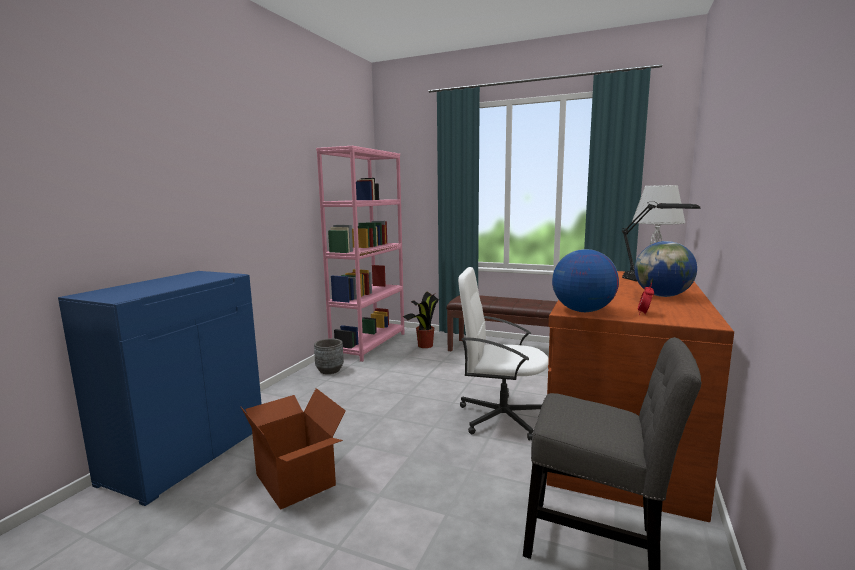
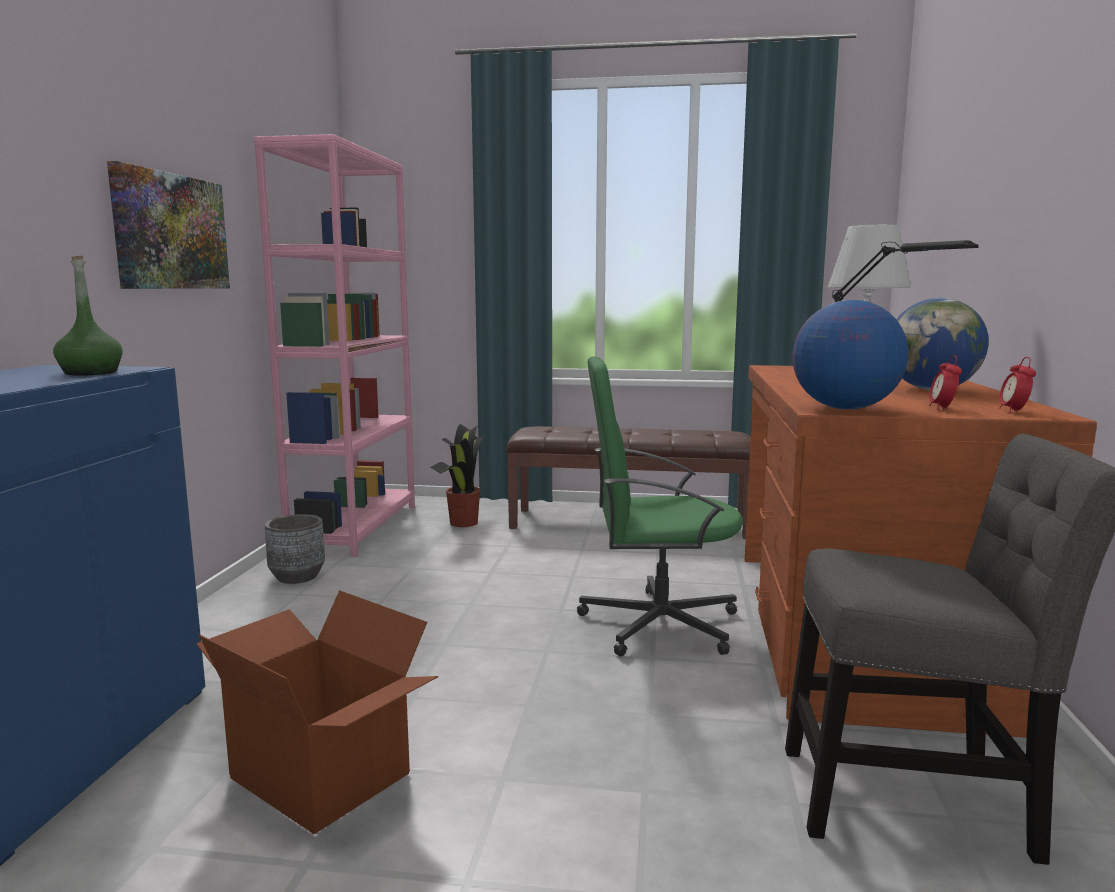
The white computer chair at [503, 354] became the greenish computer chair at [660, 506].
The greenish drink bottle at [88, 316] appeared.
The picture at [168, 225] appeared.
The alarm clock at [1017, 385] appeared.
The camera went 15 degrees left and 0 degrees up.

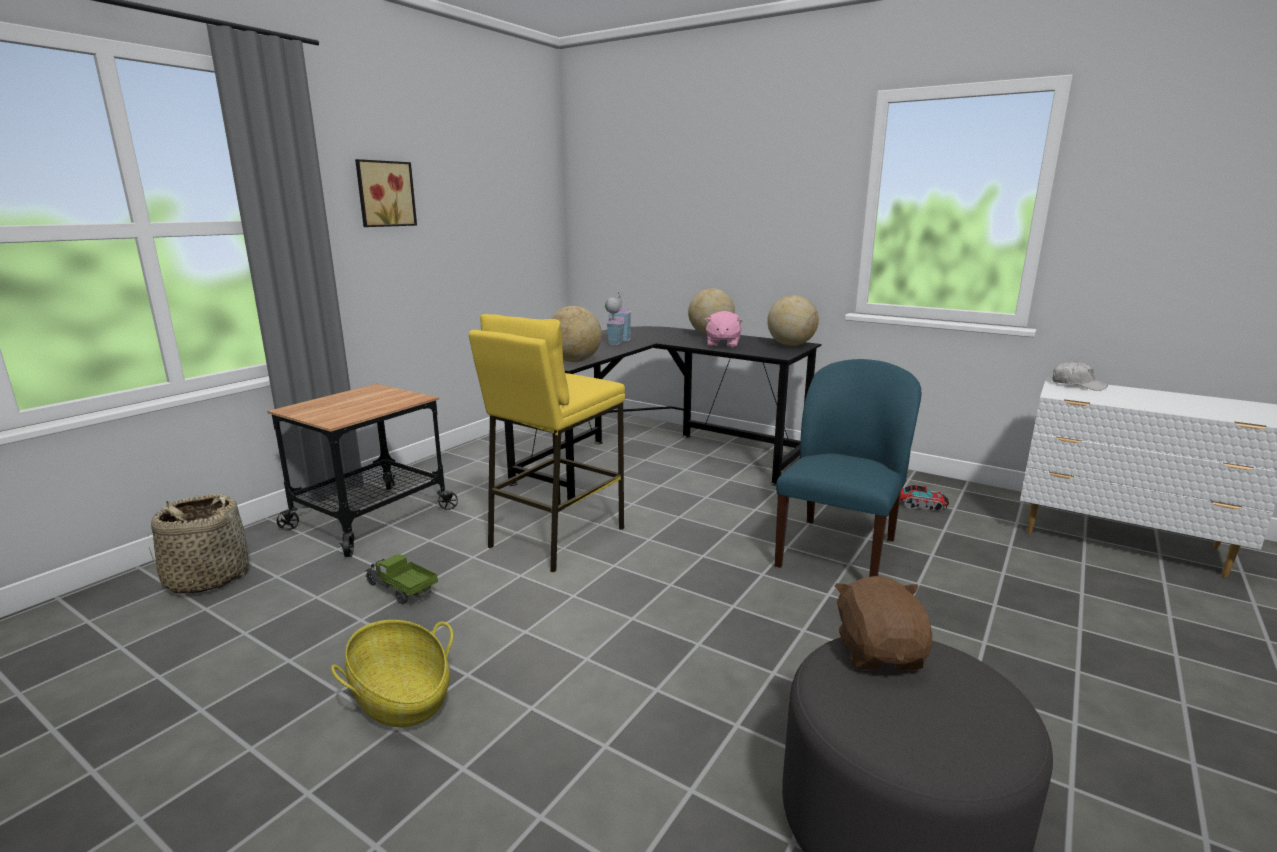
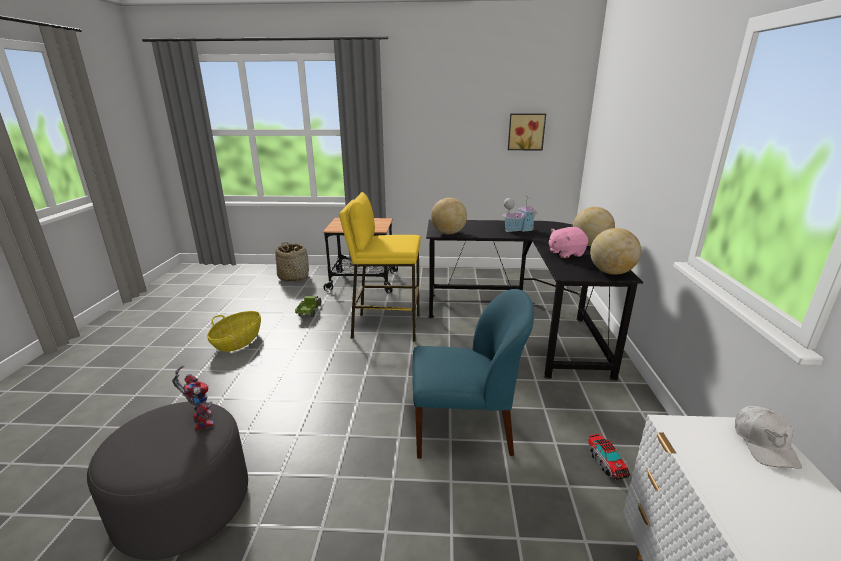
The picture moved from [386, 193] to [527, 132].
The brown cuddly toy at [883, 623] was replaced by the toy robot at [193, 398].
The camera went 60 degrees right and 5 degrees up.

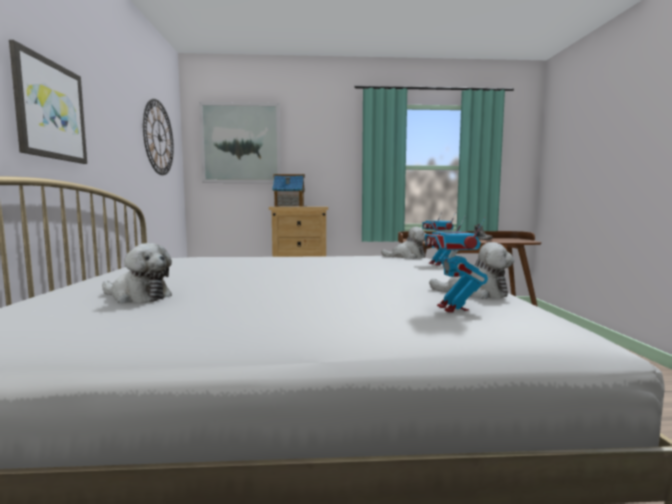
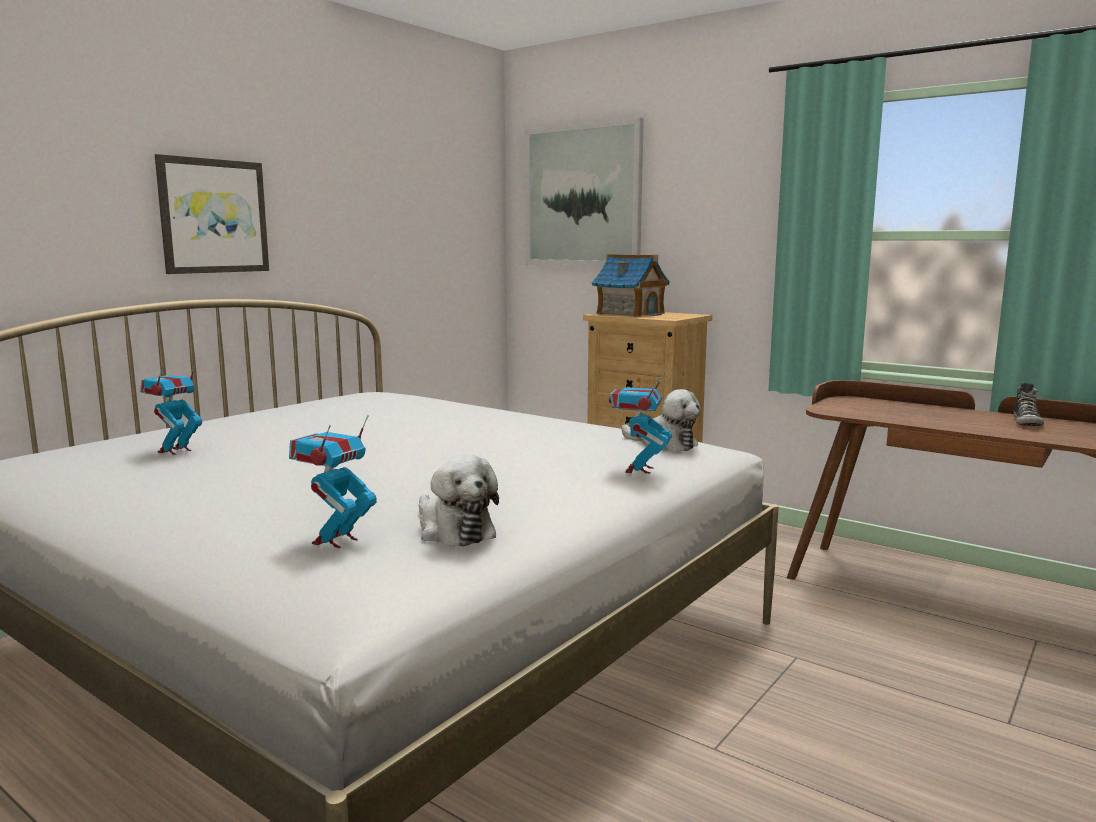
The cuddly toy at [137, 273] was replaced by the toy robot at [171, 408].
The hanging clock at [158, 137] disappeared.
The camera went 40 degrees right and 5 degrees up.

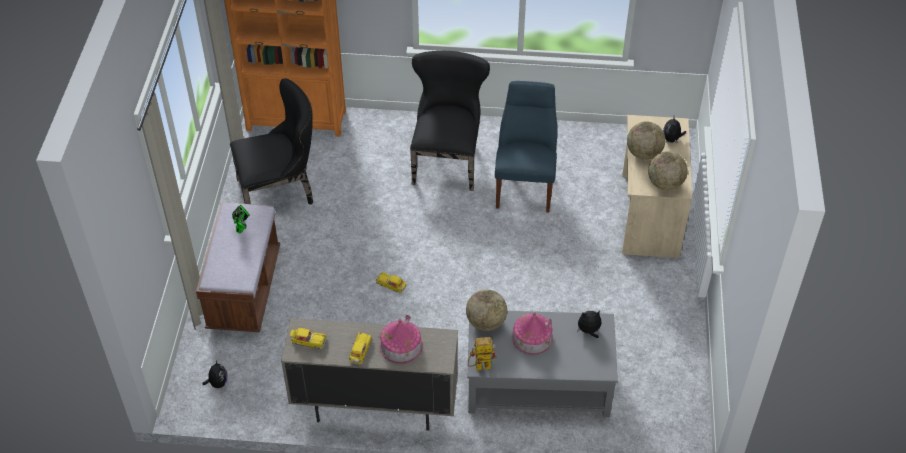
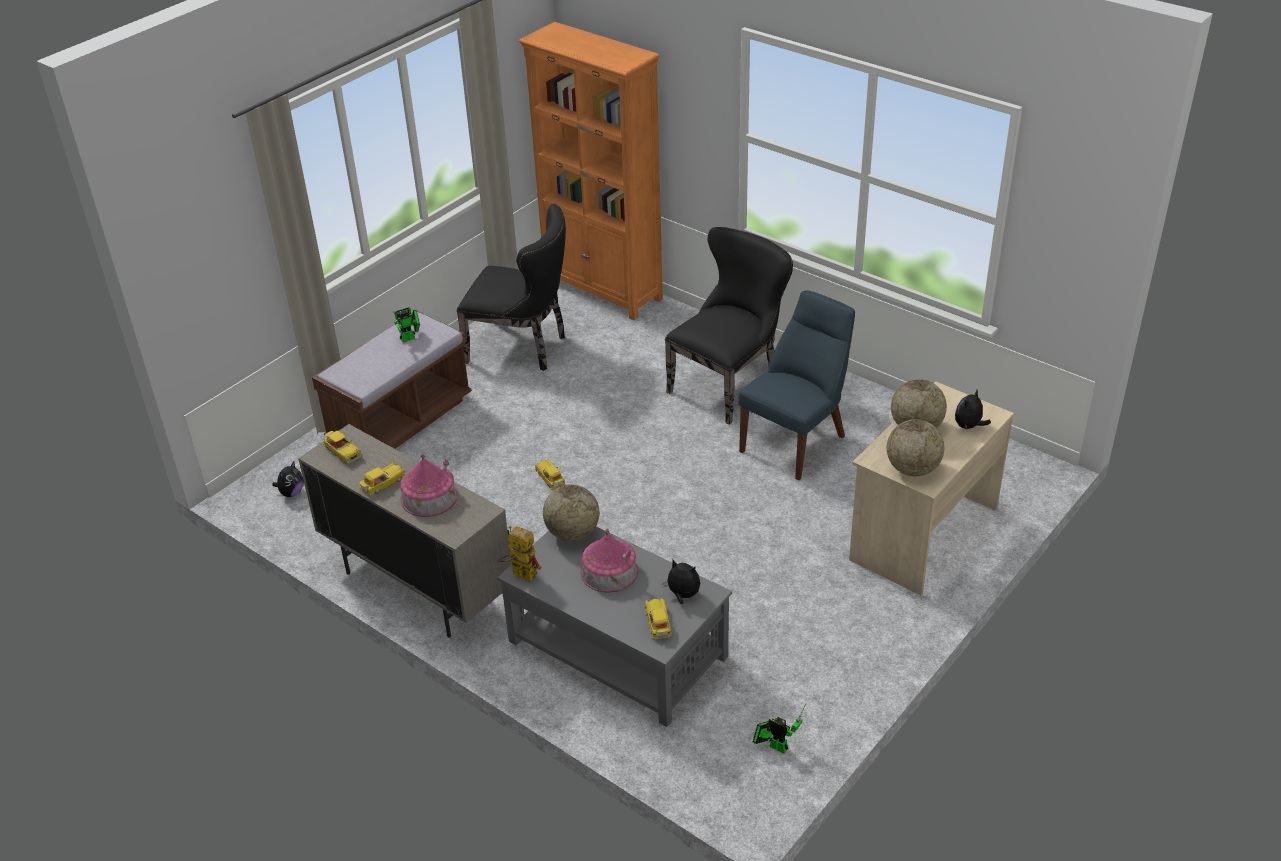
The miniature car at [658, 618] appeared.
The toy robot at [779, 729] appeared.
The camera went 35 degrees right and 10 degrees down.

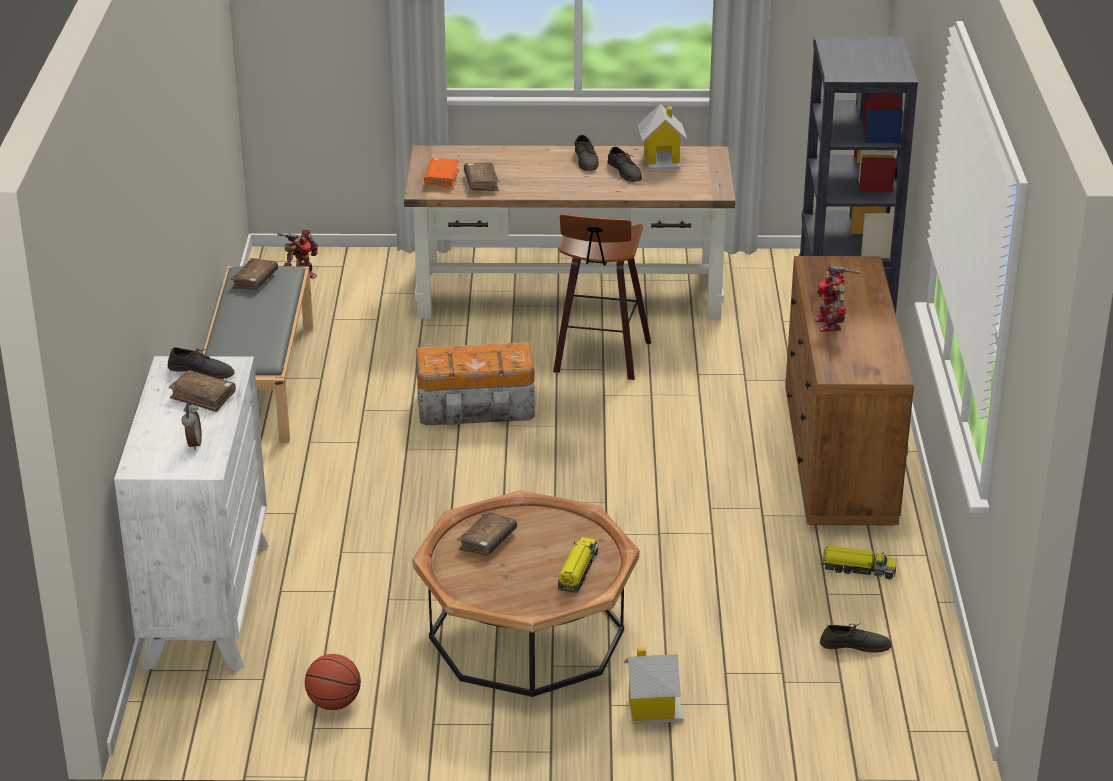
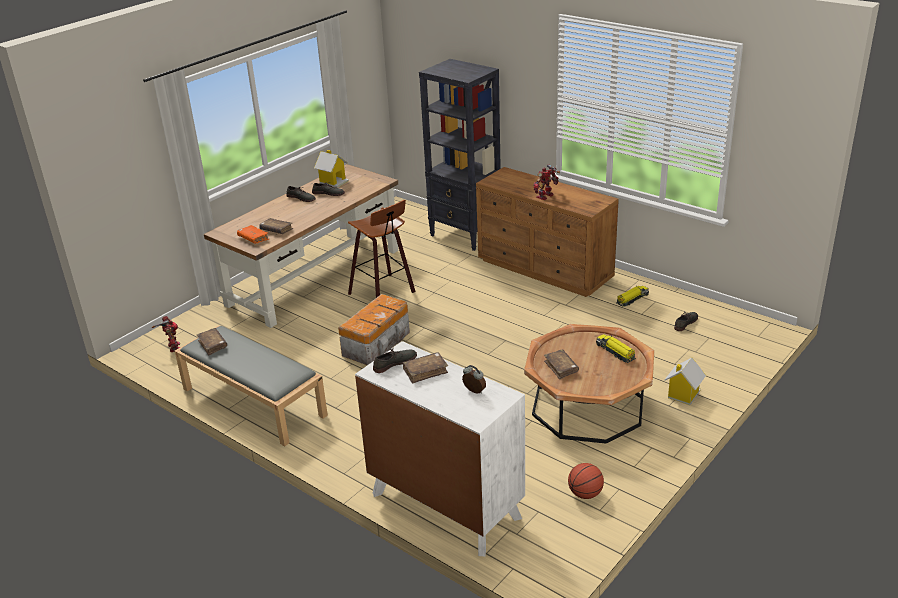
The toy robot at [837, 299] turned 105 degrees clockwise.
The camera went 50 degrees left and 0 degrees up.

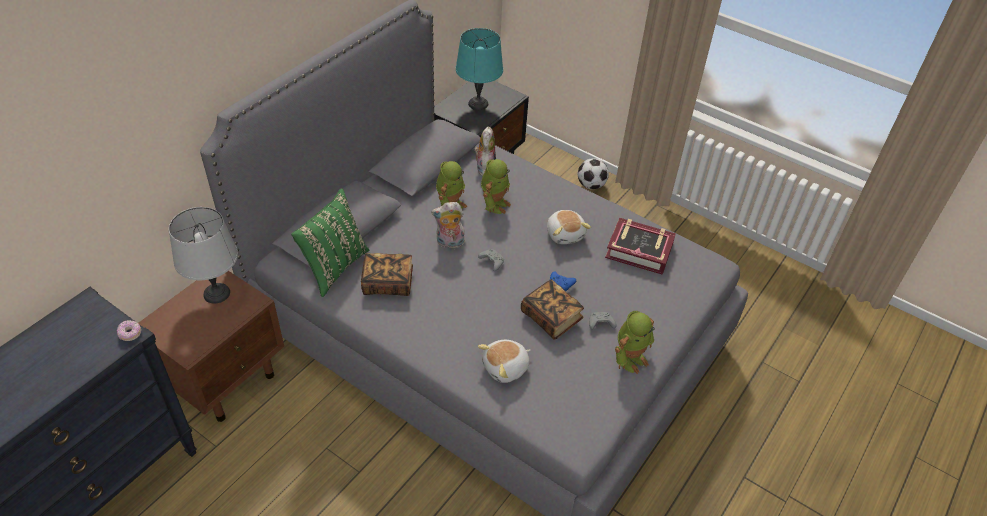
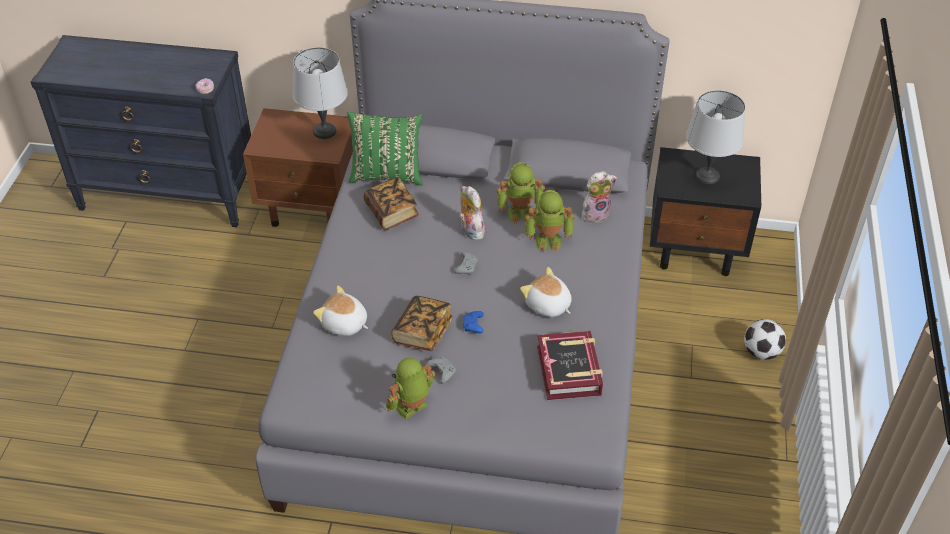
The blue-green tabletop lamp at [479, 69] became the gray tabletop lamp at [715, 137].
The cuddly toy at [569, 227] turned 90 degrees clockwise.
The toy robot at [635, 342] turned 120 degrees clockwise.
The camera went 65 degrees right and 0 degrees up.

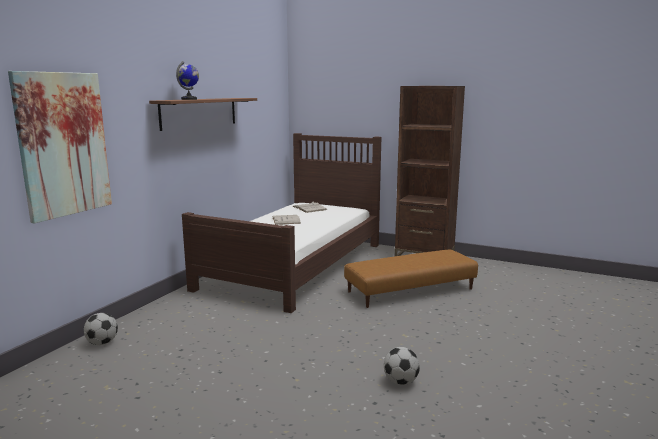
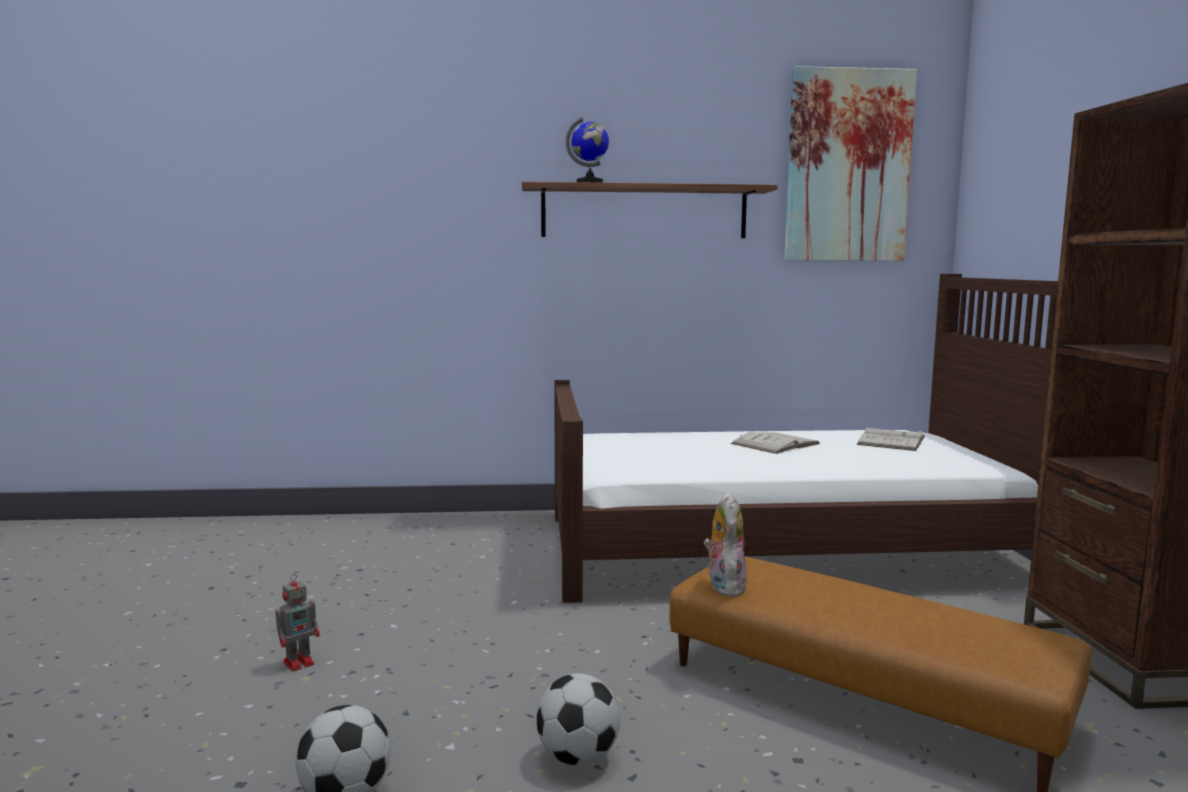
The picture moved from [60, 147] to [850, 163].
The ball for football moved from [101, 329] to [578, 719].
The toy robot at [298, 622] appeared.
The cuddly toy at [725, 544] appeared.
The camera went 60 degrees right and 5 degrees down.

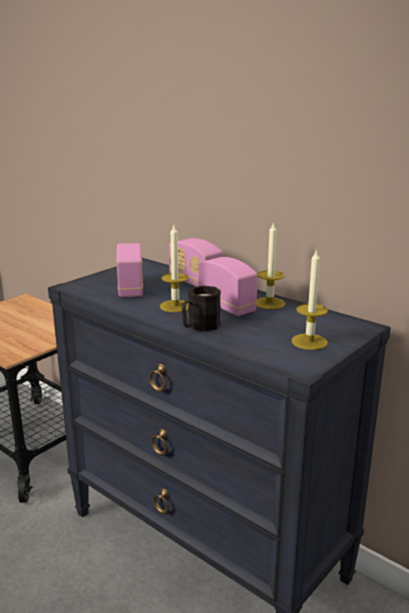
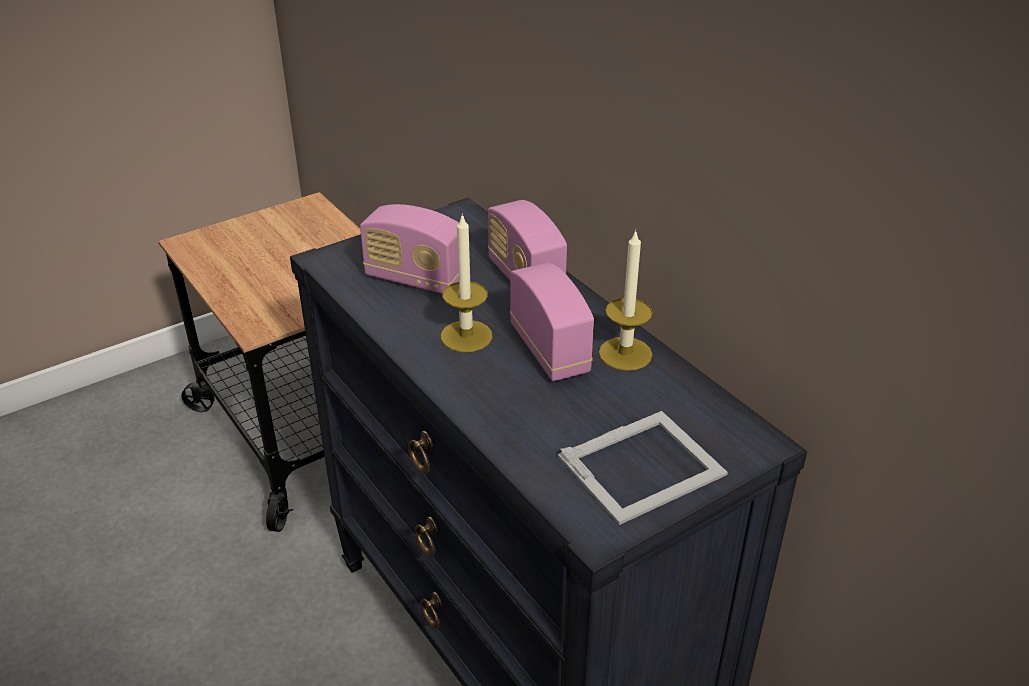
The radio receiver at [130, 270] turned 105 degrees clockwise.
The blackish coffee mug at [201, 308] disappeared.
The candle at [310, 299] was replaced by the picture frame at [643, 468].
The camera went 15 degrees right and 15 degrees up.

